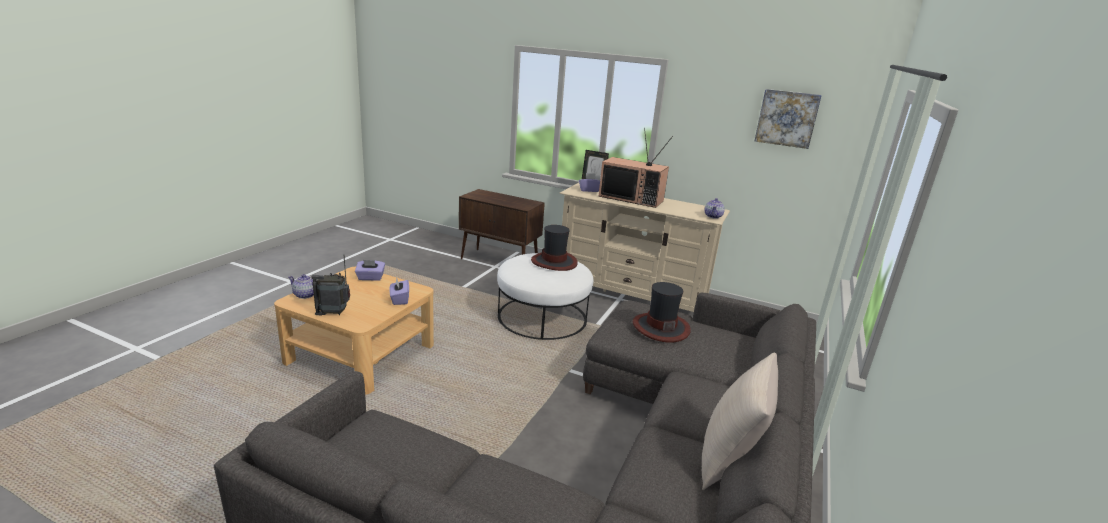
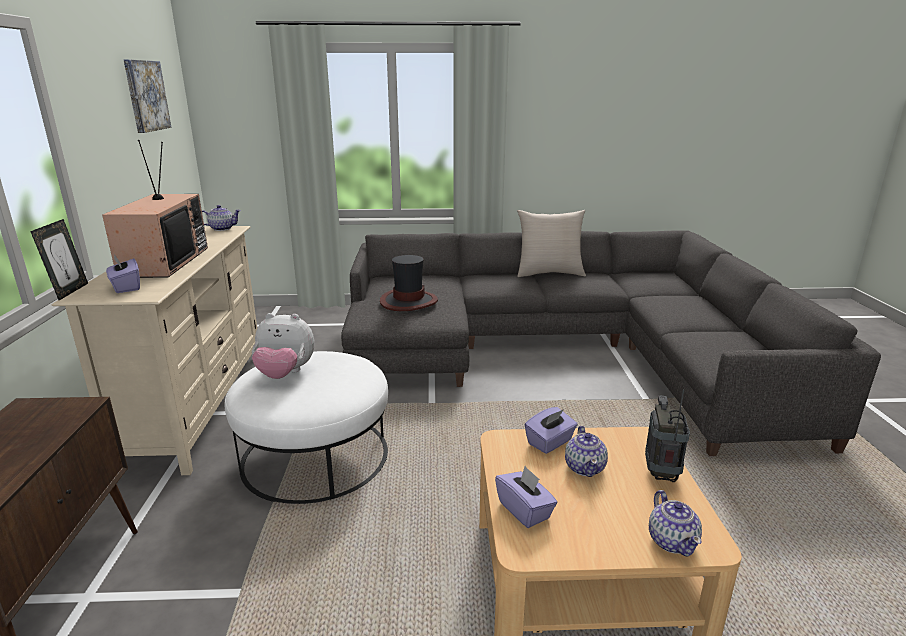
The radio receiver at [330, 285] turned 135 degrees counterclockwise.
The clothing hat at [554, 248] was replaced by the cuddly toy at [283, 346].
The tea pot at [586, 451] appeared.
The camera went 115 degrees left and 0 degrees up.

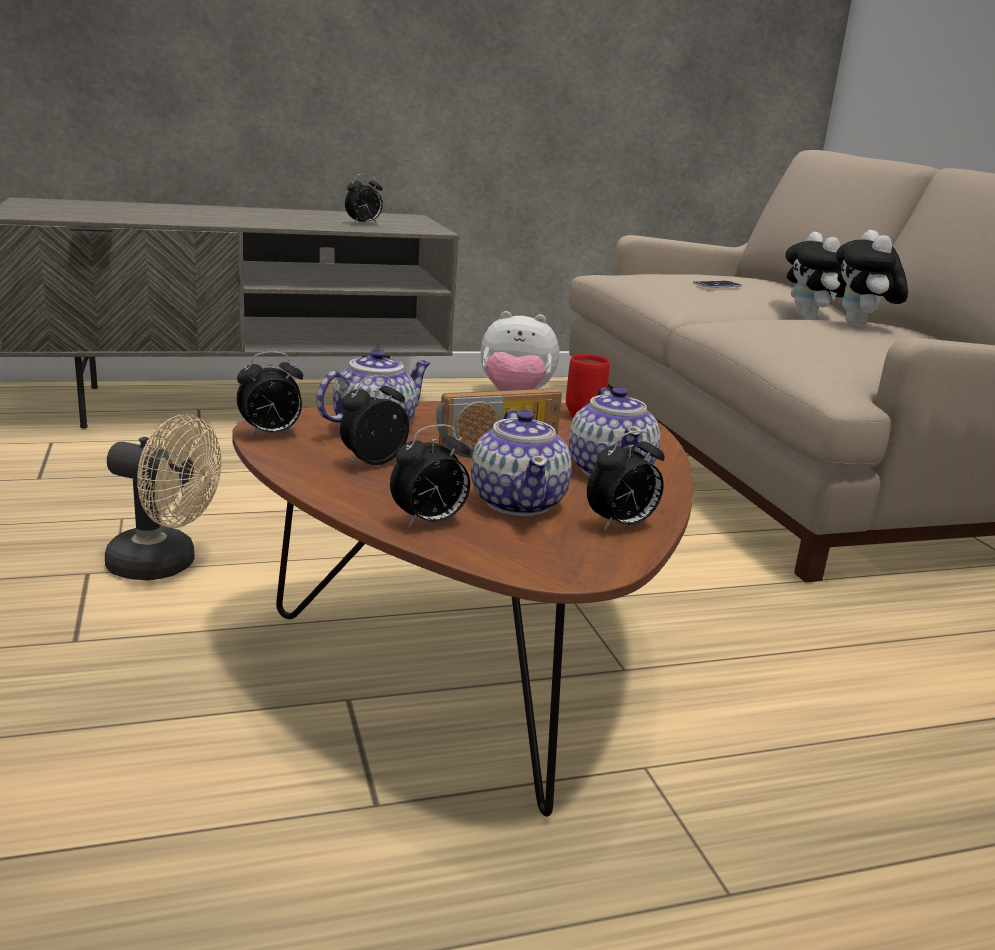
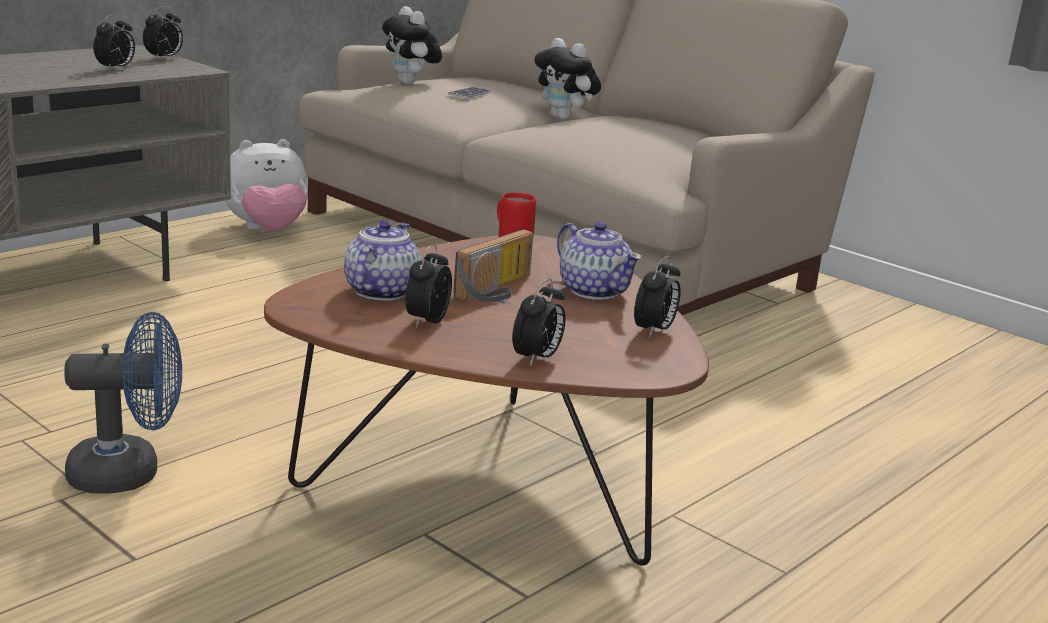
The beige-coloured fan at [163, 498] became the bluish fan at [123, 403].
The alarm clock moved from [270, 394] to [163, 33].
The tea pot at [521, 463] disappeared.
The cuddly toy moved from [872, 278] to [412, 45].
The camera went 30 degrees left and 0 degrees up.

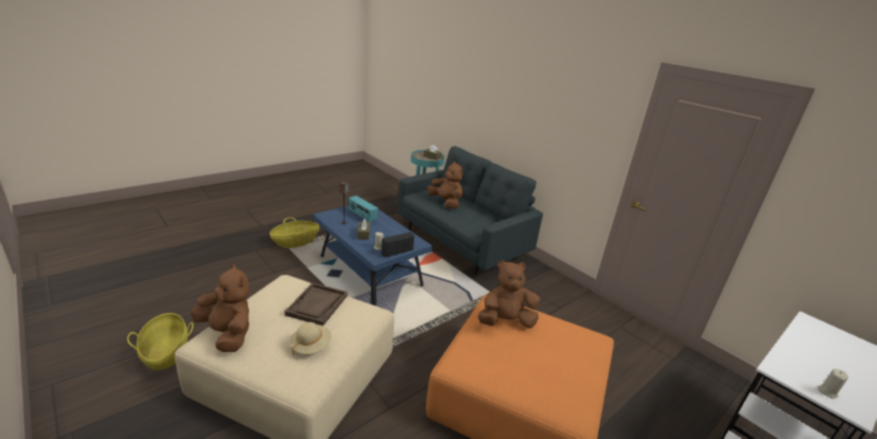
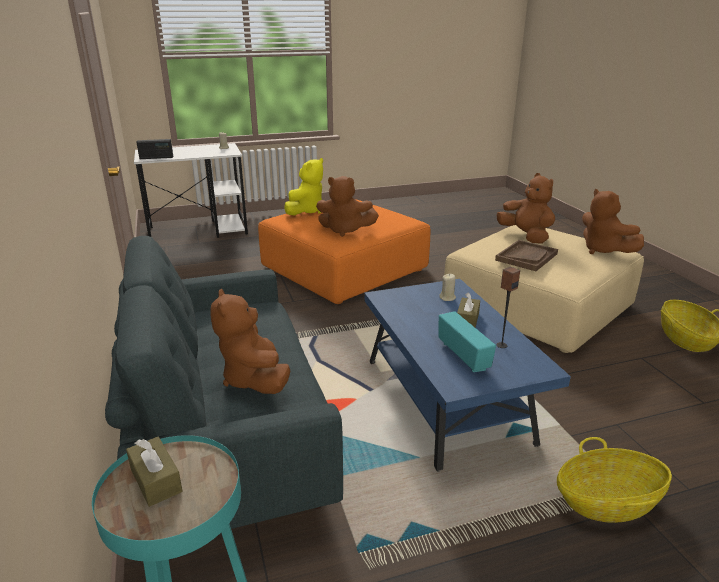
The beige-coloured clothing hat at [311, 339] was replaced by the brown cuddly toy at [526, 208].
The radio receiver moved from [397, 244] to [155, 149].
The yellow-coloured cuddly toy at [303, 187] appeared.
The camera went 155 degrees left and 0 degrees up.

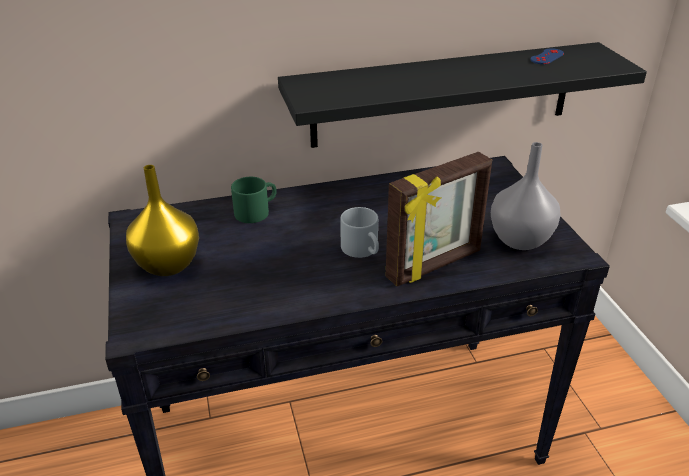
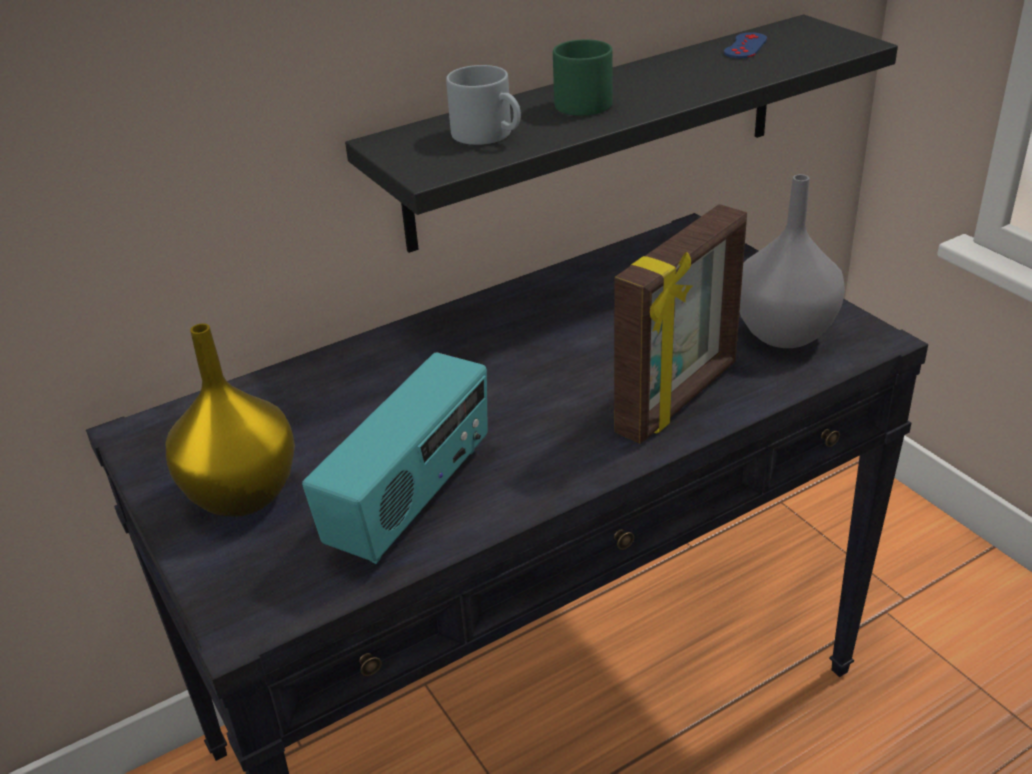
The greenish coffee mug moved from [254, 200] to [582, 77].
The gray coffee mug moved from [359, 232] to [483, 105].
The radio receiver at [395, 458] appeared.
The camera went 15 degrees left and 0 degrees up.

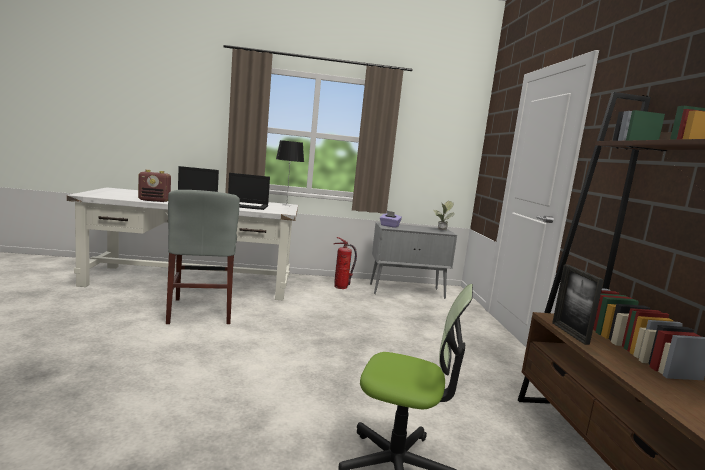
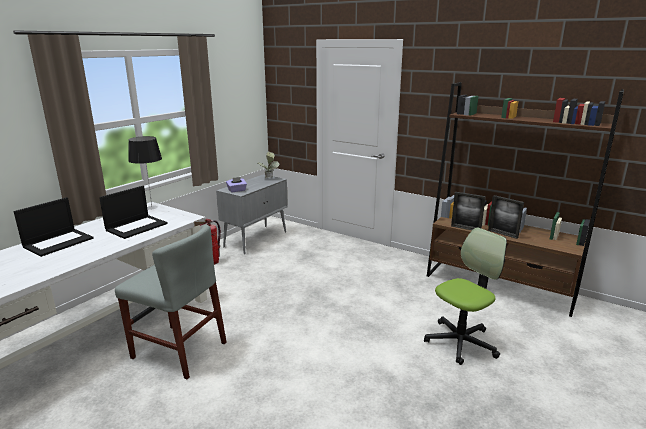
The radio receiver at [154, 186] disappeared.
The picture frame at [506, 217] appeared.
The camera went 50 degrees left and 10 degrees up.

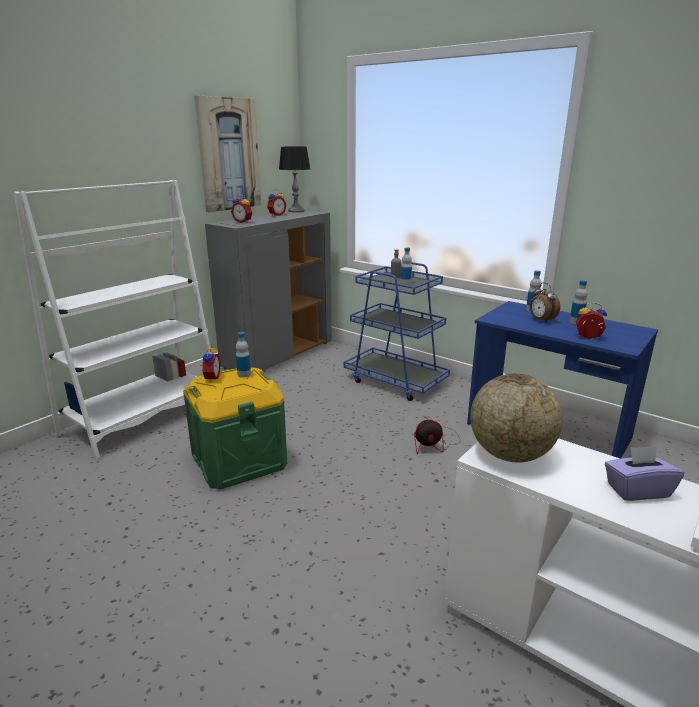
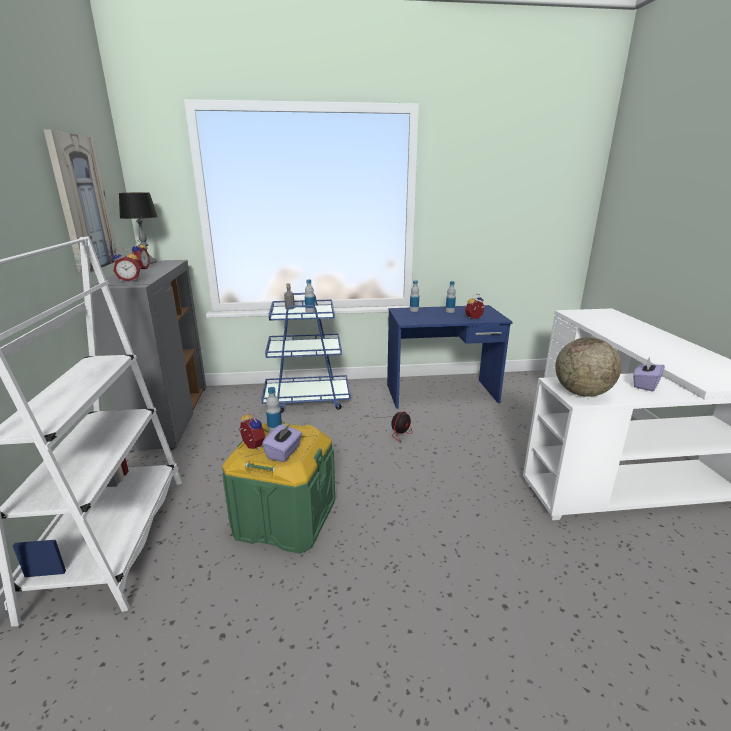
The alarm clock at [545, 302] disappeared.
The purple tissue holder at [282, 443] appeared.
The camera went 45 degrees left and 0 degrees up.

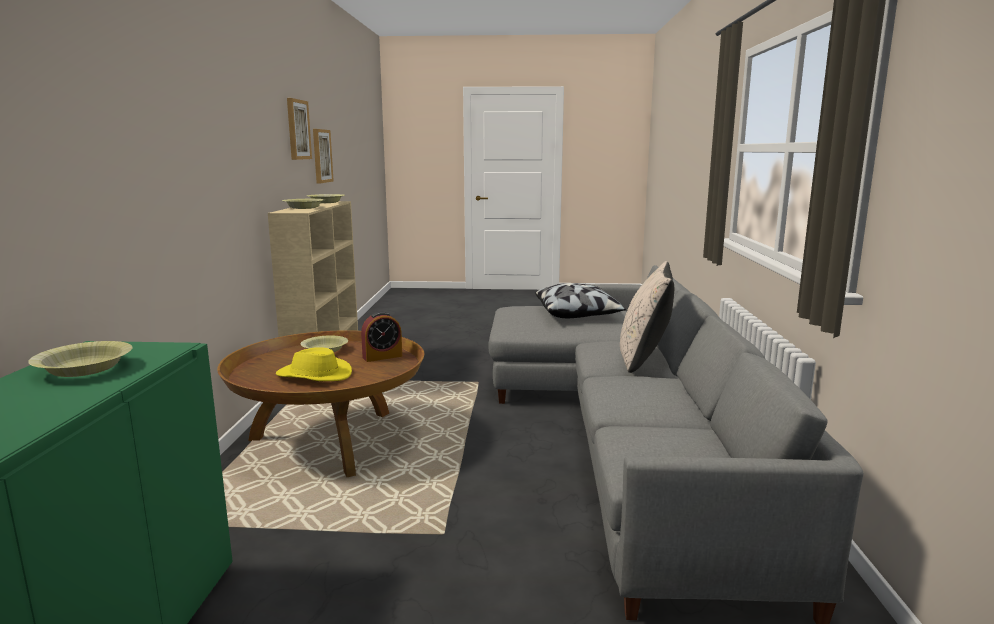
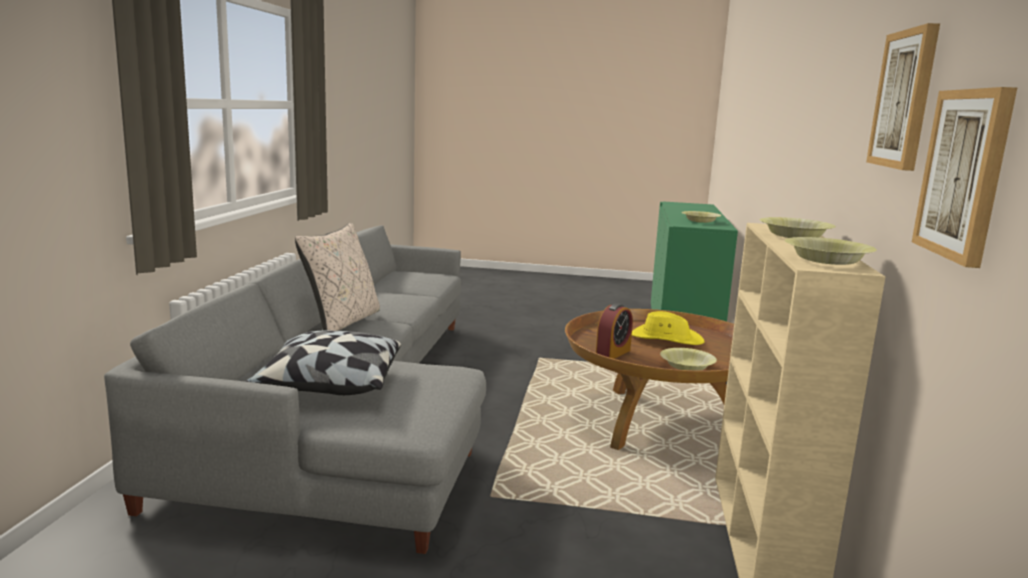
The alarm clock at [381, 337] turned 150 degrees clockwise.
The camera went 175 degrees left and 0 degrees up.

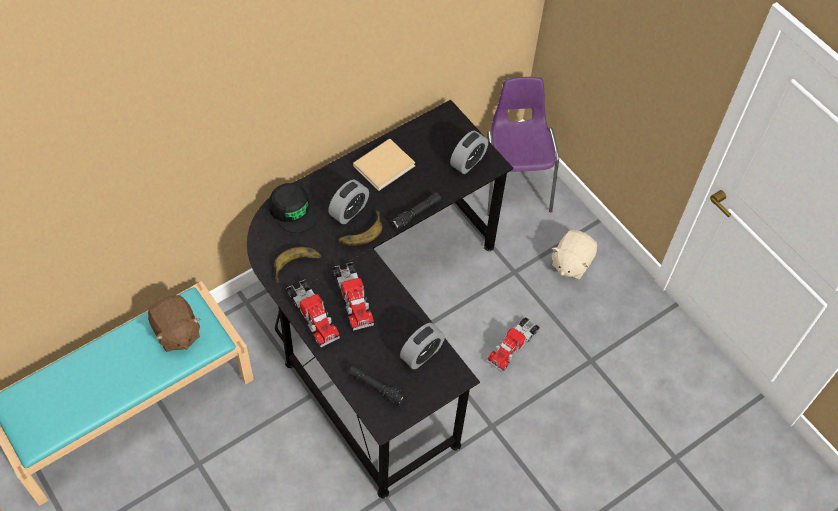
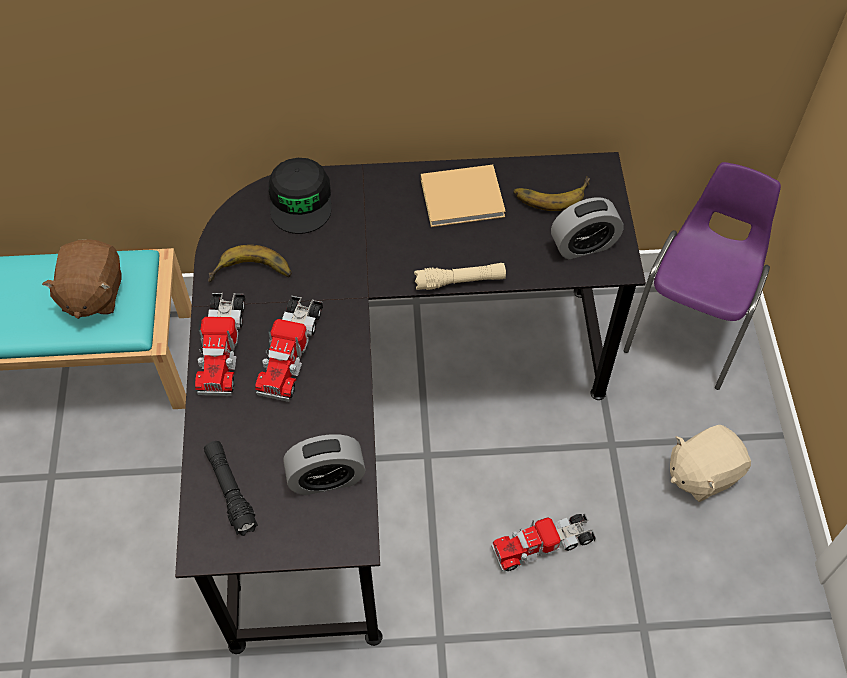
The alarm clock at [348, 202] disappeared.
The whole banana moved from [360, 228] to [551, 193].
The blackish hand torch at [416, 211] became the beige-coloured hand torch at [460, 276].
The camera went 35 degrees right and 0 degrees up.

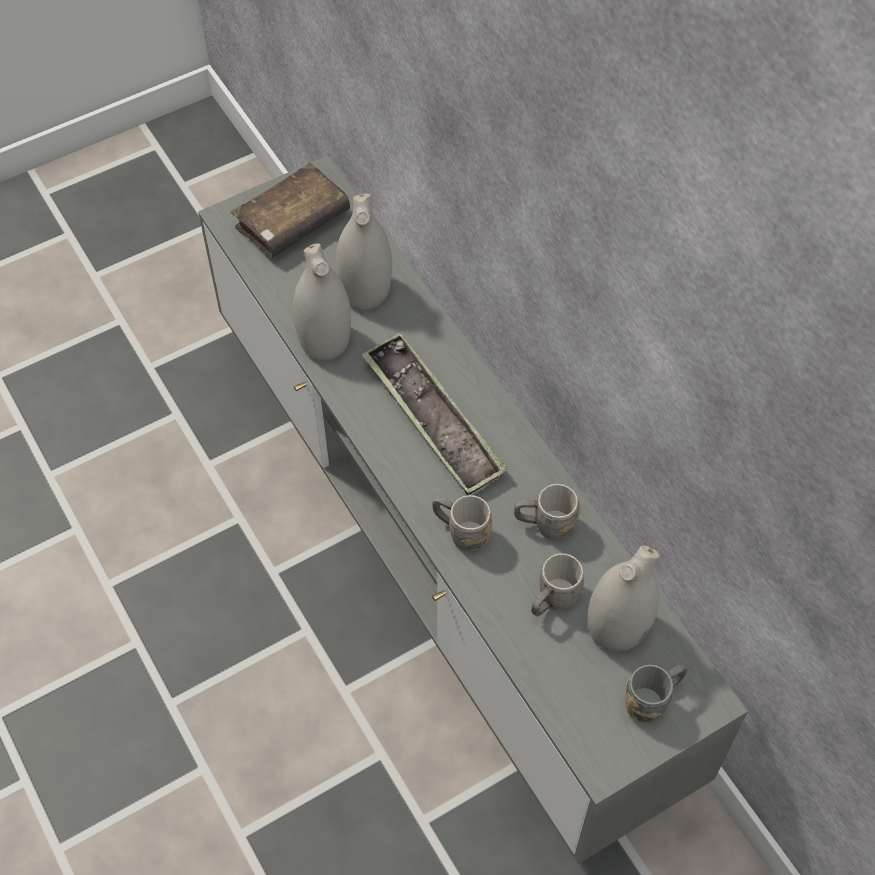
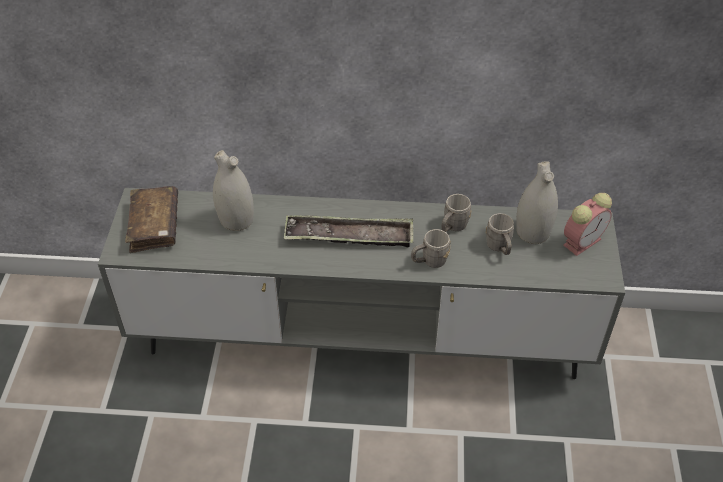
The white decorative vase at [321, 301] disappeared.
The gray coffee mug at [656, 693] was replaced by the alarm clock at [587, 224].
The camera went 55 degrees left and 10 degrees down.

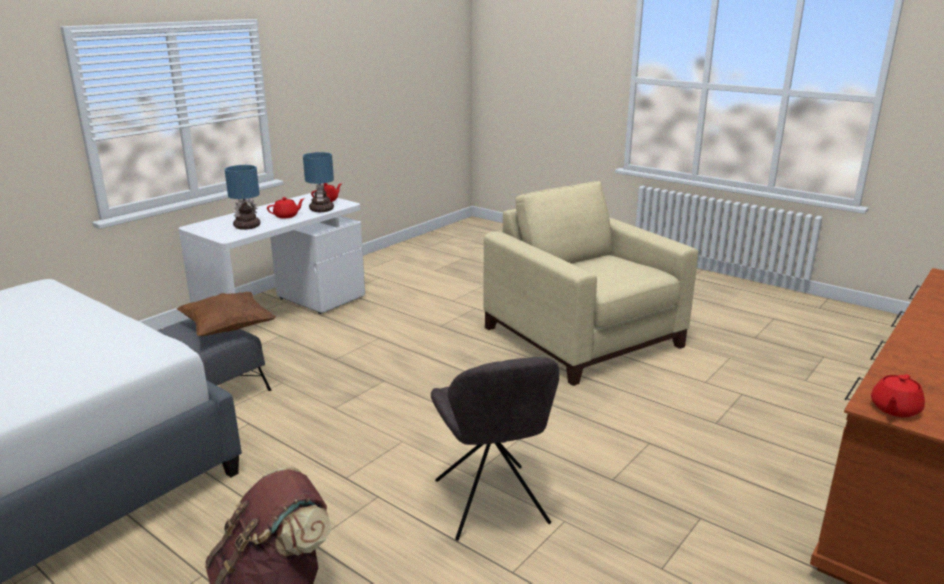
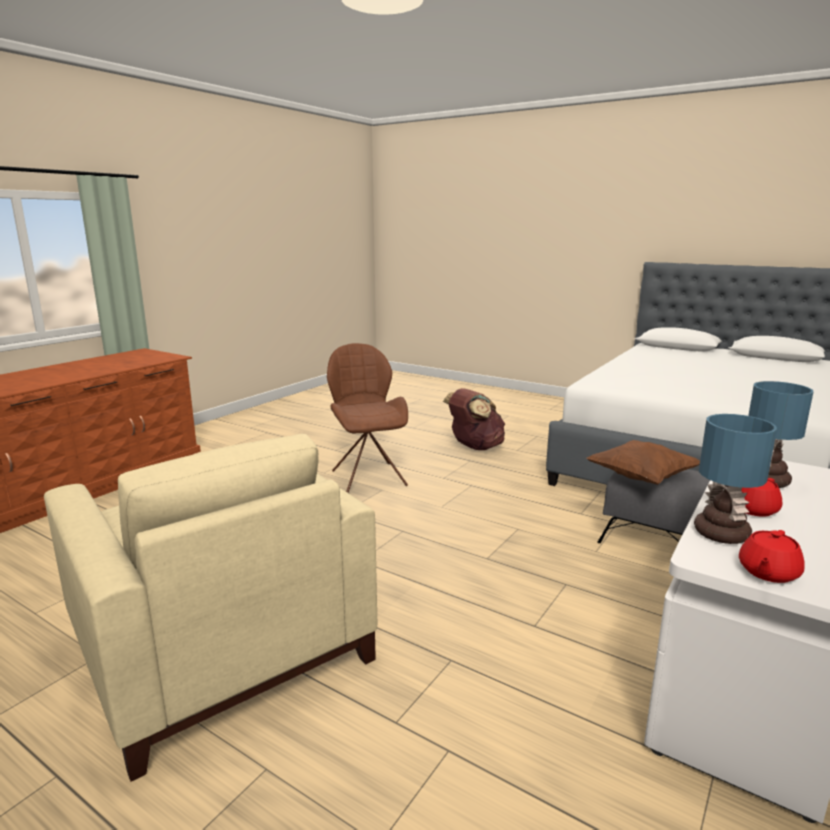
The gray chair at [495, 449] became the brown chair at [367, 418].
The red tea pot at [898, 395] disappeared.
The camera went 175 degrees right and 5 degrees down.

